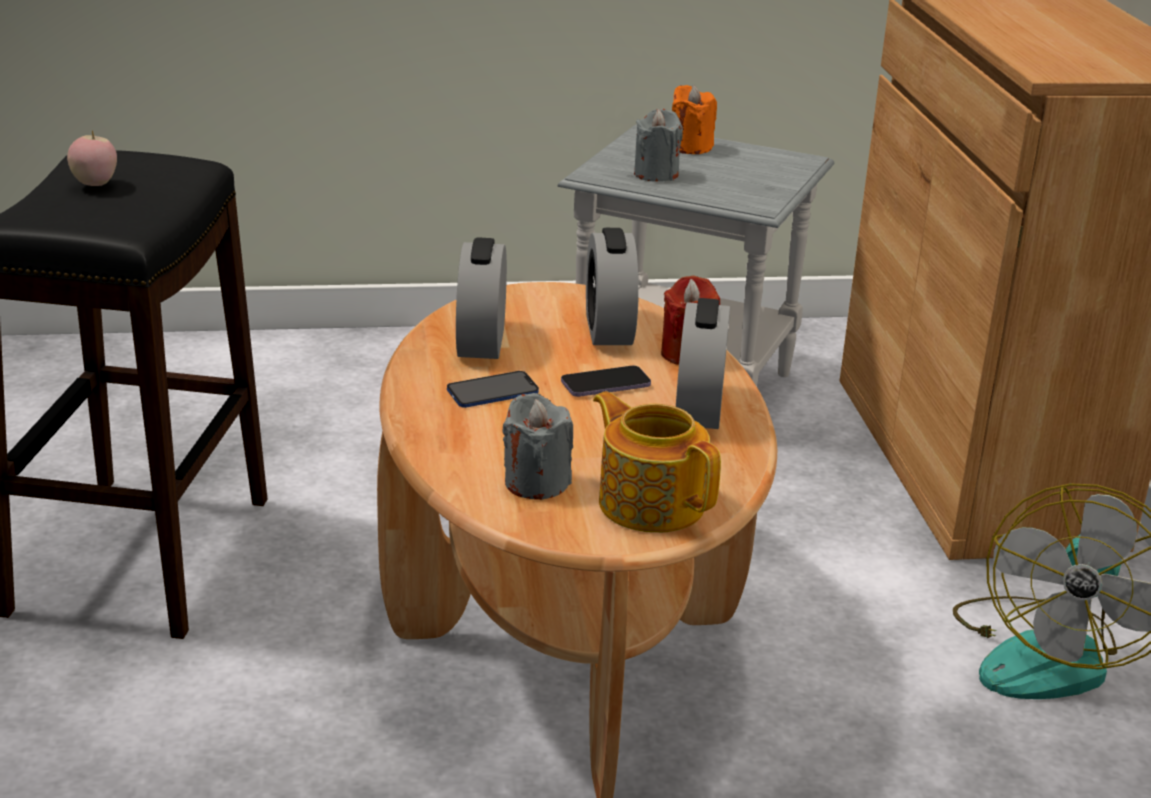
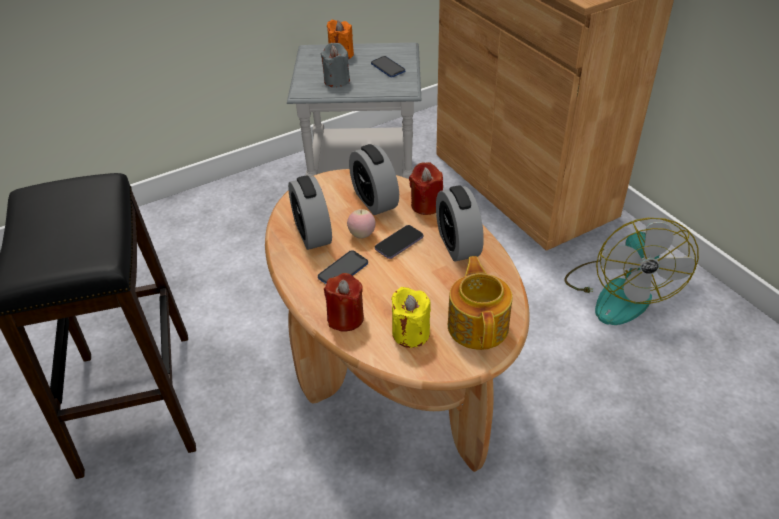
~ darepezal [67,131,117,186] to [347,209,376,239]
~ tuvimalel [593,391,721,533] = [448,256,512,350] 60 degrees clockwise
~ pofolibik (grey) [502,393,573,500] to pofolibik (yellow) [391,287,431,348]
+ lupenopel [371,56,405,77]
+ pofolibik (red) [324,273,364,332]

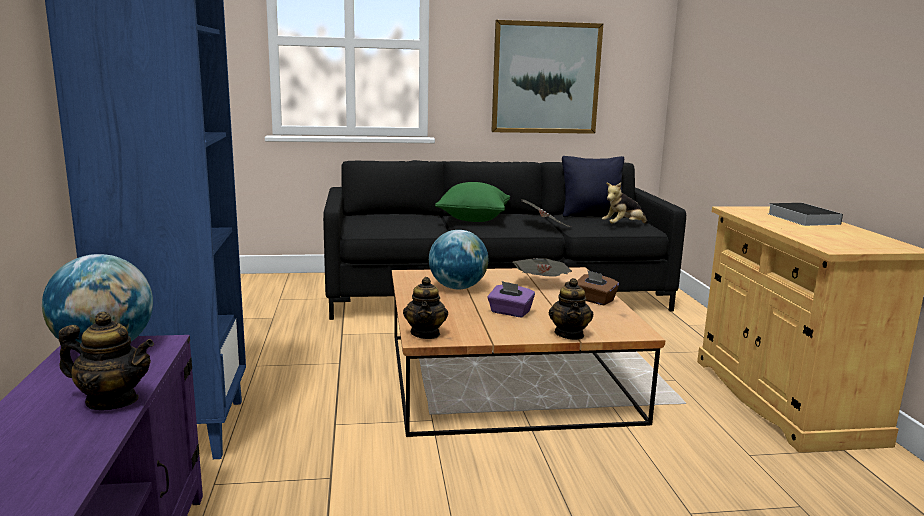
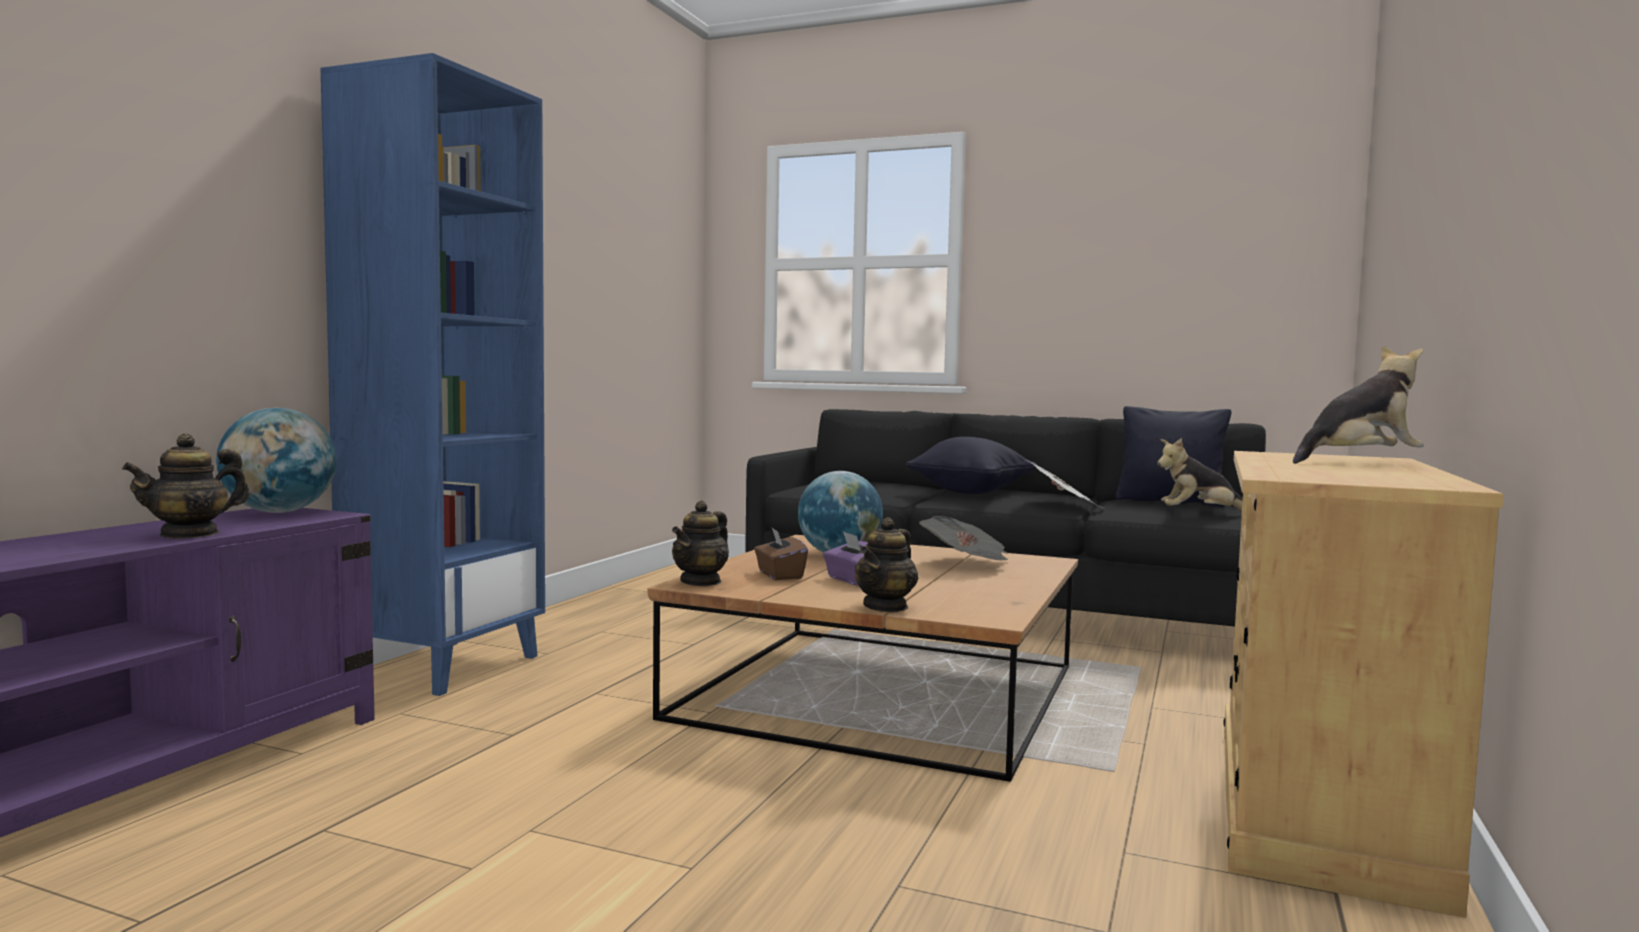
- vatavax [491,20,603,134]
~ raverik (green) [435,182,510,222] to raverik (black) [906,437,1037,494]
~ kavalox [767,203,843,226] to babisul [1293,345,1424,464]
~ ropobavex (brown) [577,270,619,305] to [754,528,808,580]
~ tuvimalel [59,312,154,410] = [122,433,250,539] 90 degrees clockwise

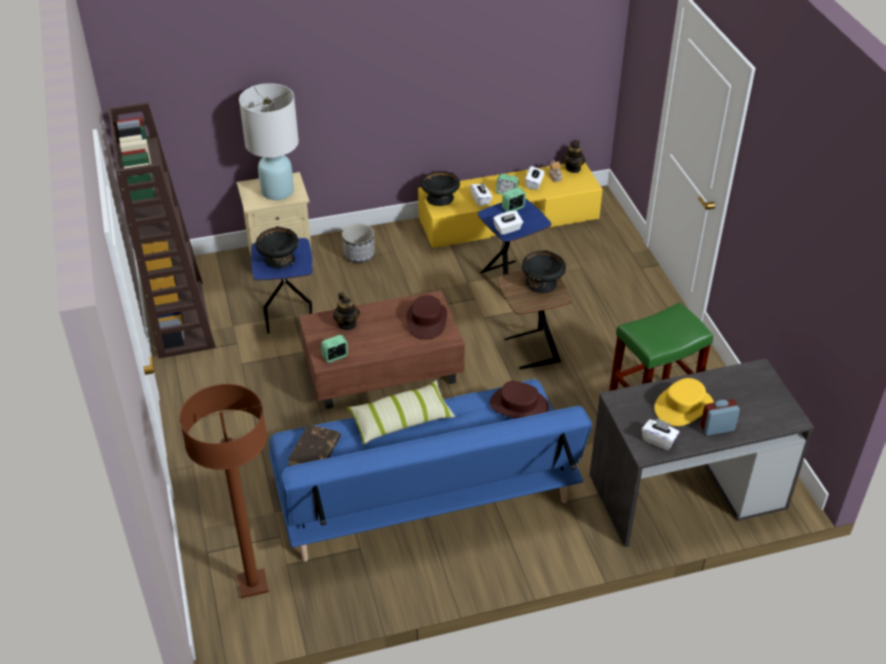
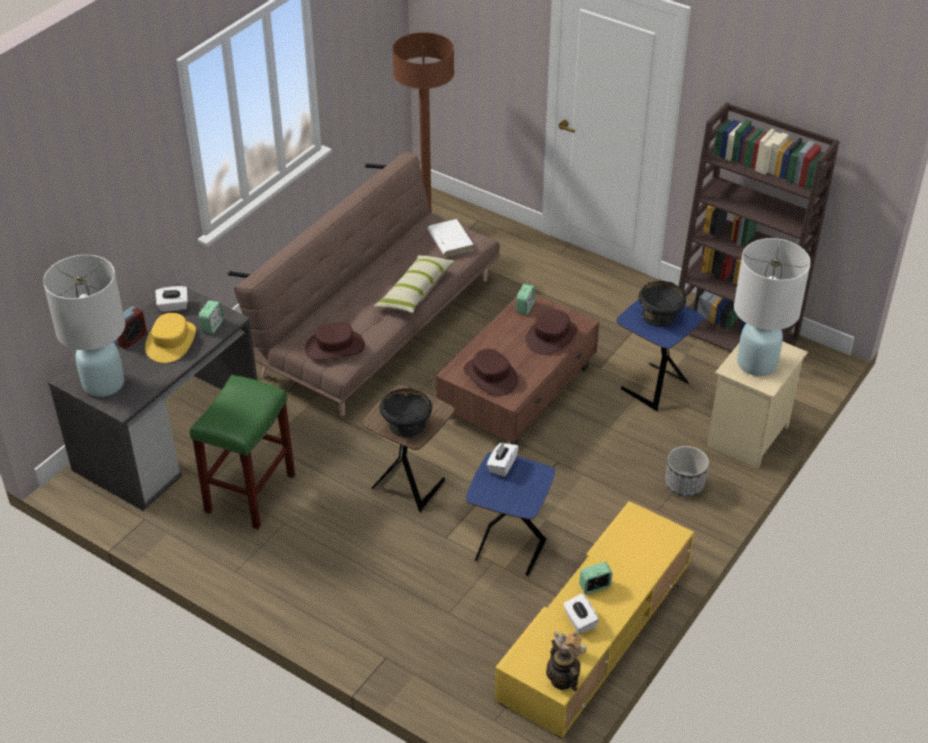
- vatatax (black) [421,171,460,206]
- ropobavex (white) [470,181,492,206]
~ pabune [502,187,526,212] to [199,300,224,333]
~ tuvimalel [333,292,360,330] to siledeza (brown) [526,310,578,355]
~ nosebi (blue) [269,379,592,562] to nosebi (brown) [228,152,500,416]
~ kavalox (brown) [288,424,341,466] to kavalox (white) [428,219,474,257]
+ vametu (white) [43,255,125,397]

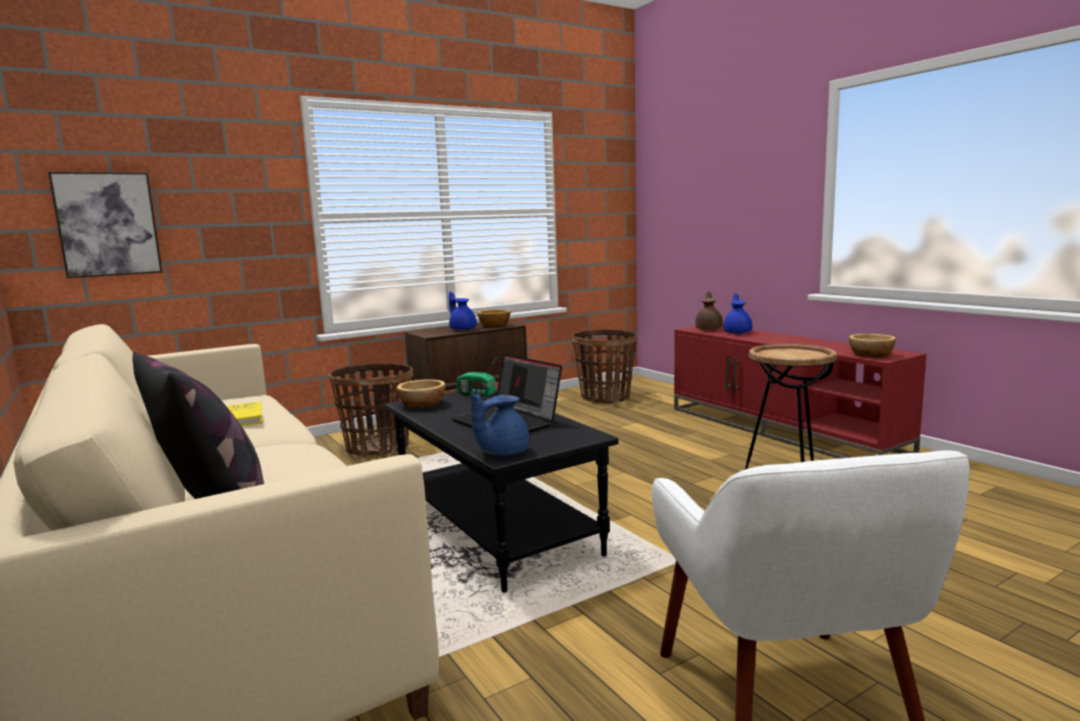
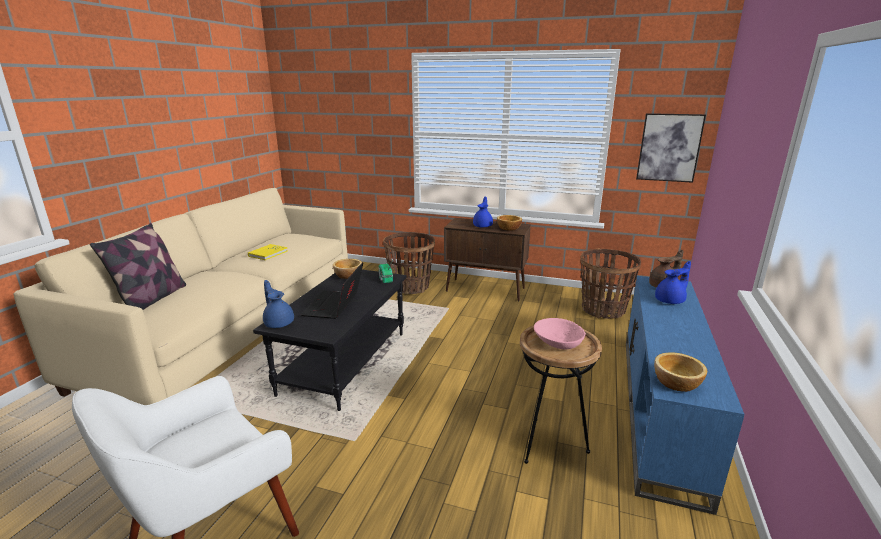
~ vatavax [48,172,162,278] to [636,113,706,183]
~ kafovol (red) [674,326,926,459] to kafovol (blue) [626,276,744,515]
~ tuvimalel (blue) [471,394,529,456] = [263,280,294,328] 45 degrees clockwise
+ vatatax (pink) [534,318,586,349]

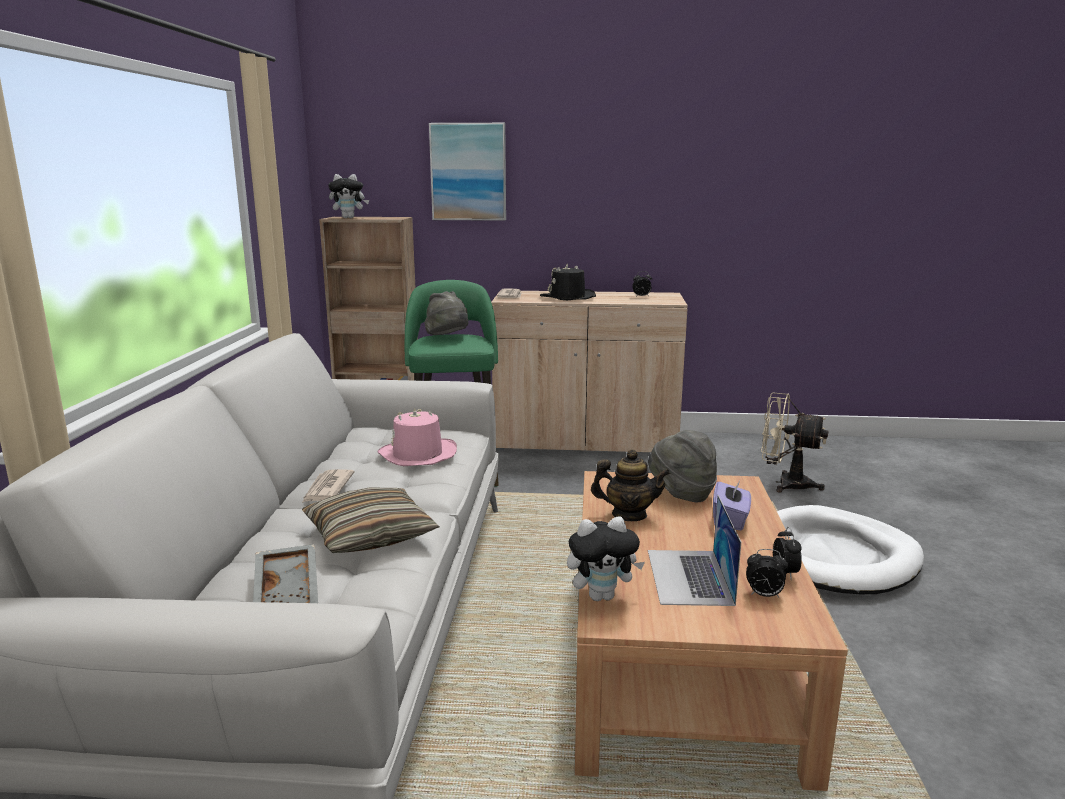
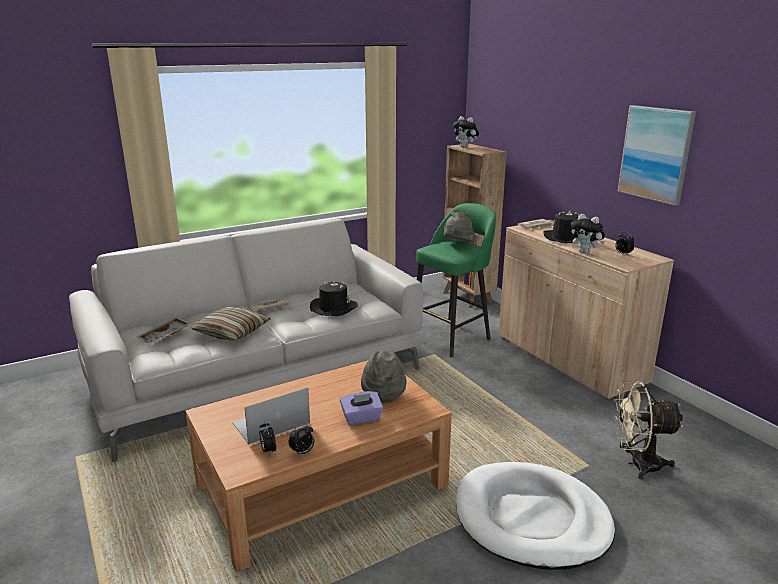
~ vatavax [429,123,506,221] to [617,105,696,206]
~ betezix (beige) [761,392,829,493] = [613,381,683,479] 75 degrees counterclockwise
~ siledeza (pink) [378,408,457,466] to siledeza (black) [310,280,358,316]
- tuvimalel [591,449,670,521]
~ babisul [567,517,645,601] to [571,214,605,254]

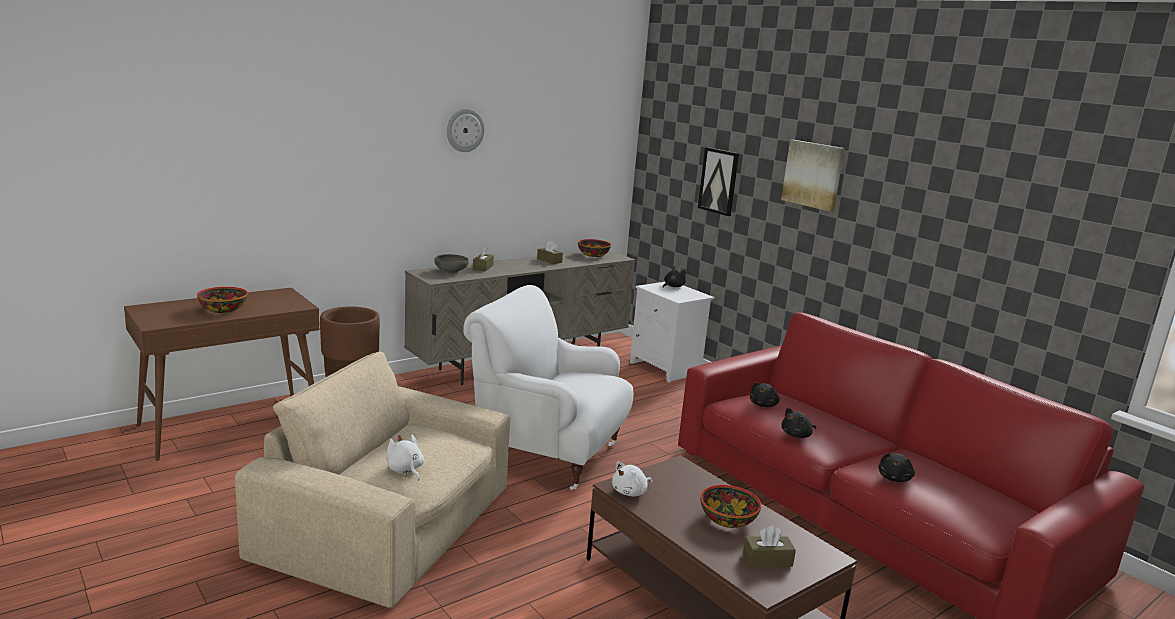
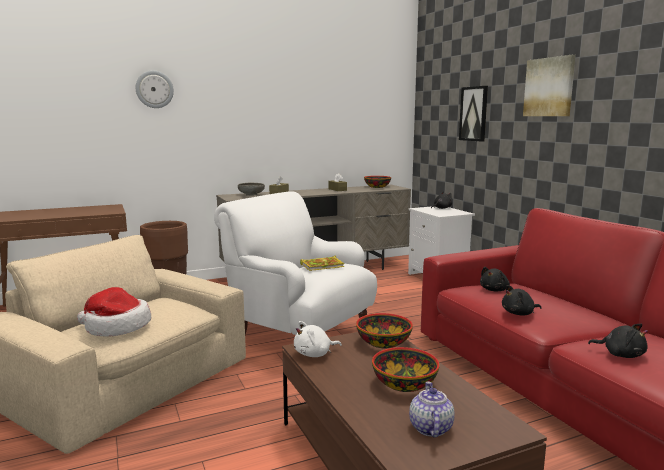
~ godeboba [447,109,485,152] to [136,71,174,108]
~ vatatax [197,287,248,313] to [356,313,413,348]
~ babisul (white) [386,434,424,480] to siledeza [77,287,151,337]
~ babisul (black) [878,453,915,482] = [588,324,648,358] 90 degrees counterclockwise
~ ropobavex (brown) [743,525,796,567] to tuvimalel [409,381,455,438]
+ kavalox [300,256,344,271]

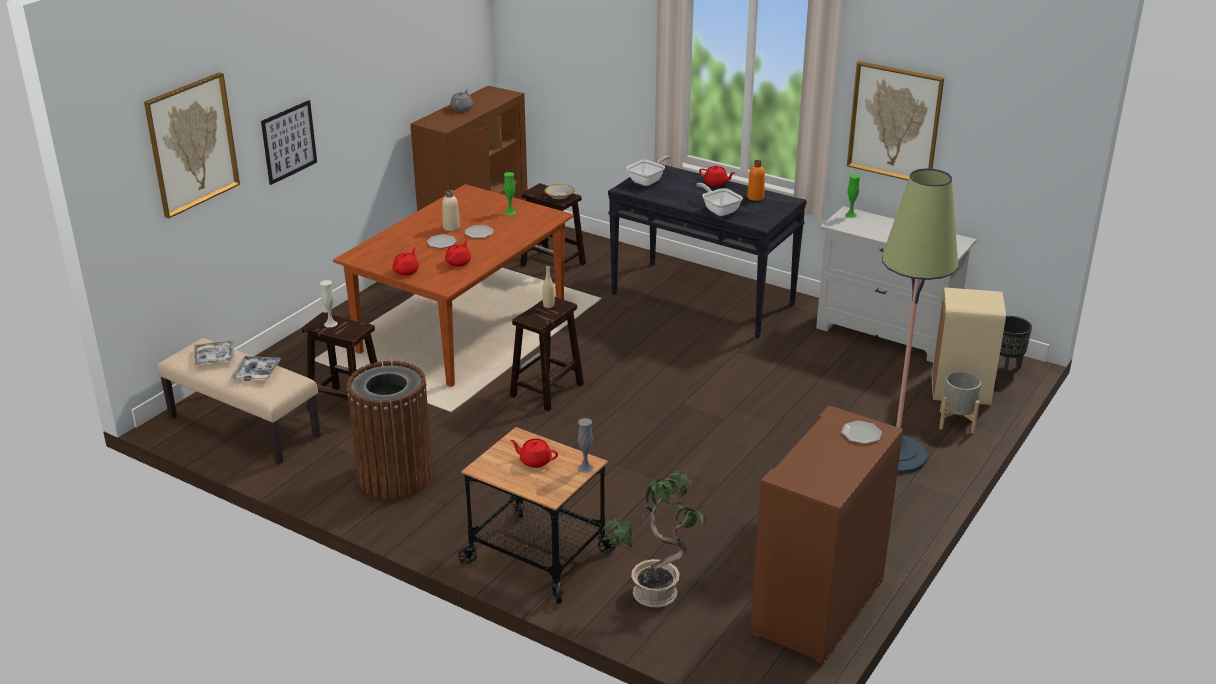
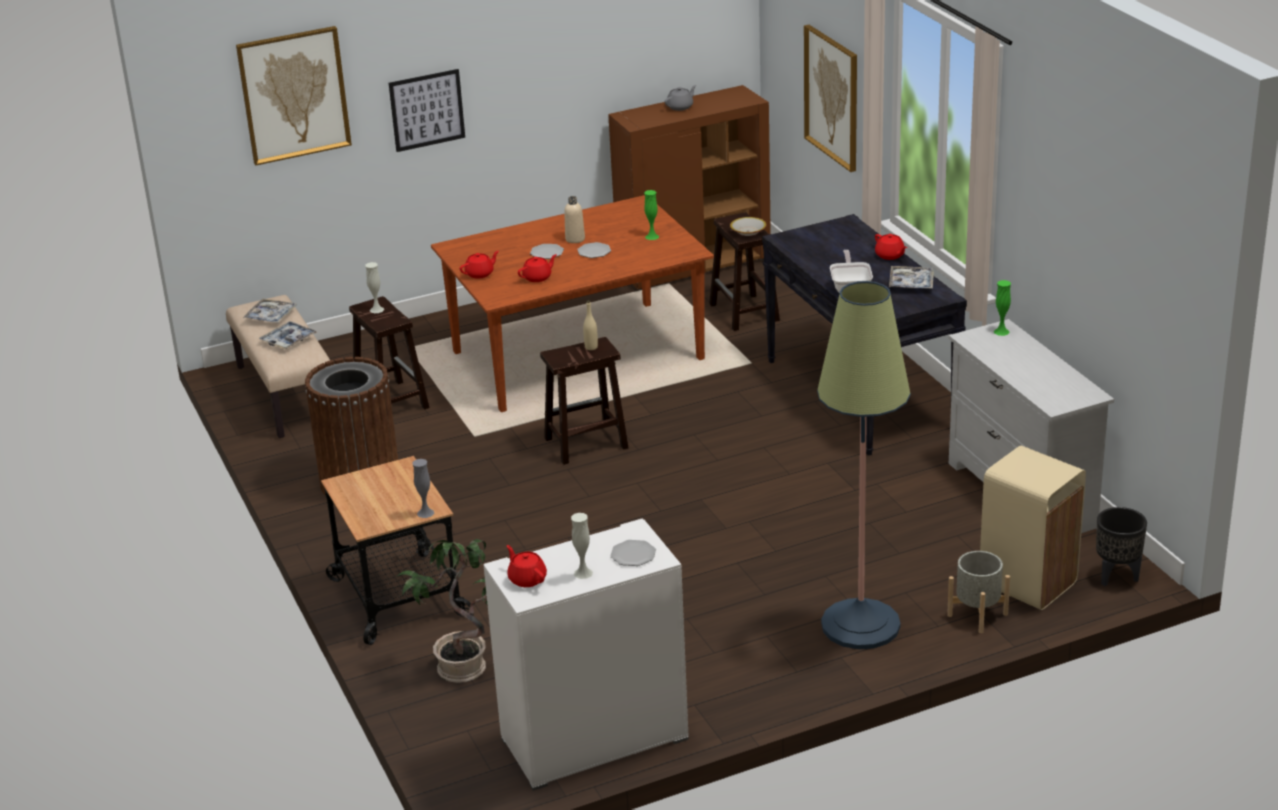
~ vatavax [847,61,944,180] to [804,25,857,172]
- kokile [627,155,671,186]
~ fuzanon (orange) [747,160,765,201] to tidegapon [889,266,934,289]
~ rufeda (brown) [750,406,903,665] to rufeda (white) [483,518,689,791]
~ tuvimalel (red) [510,439,558,468] to [507,545,547,587]
+ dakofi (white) [571,513,593,579]

